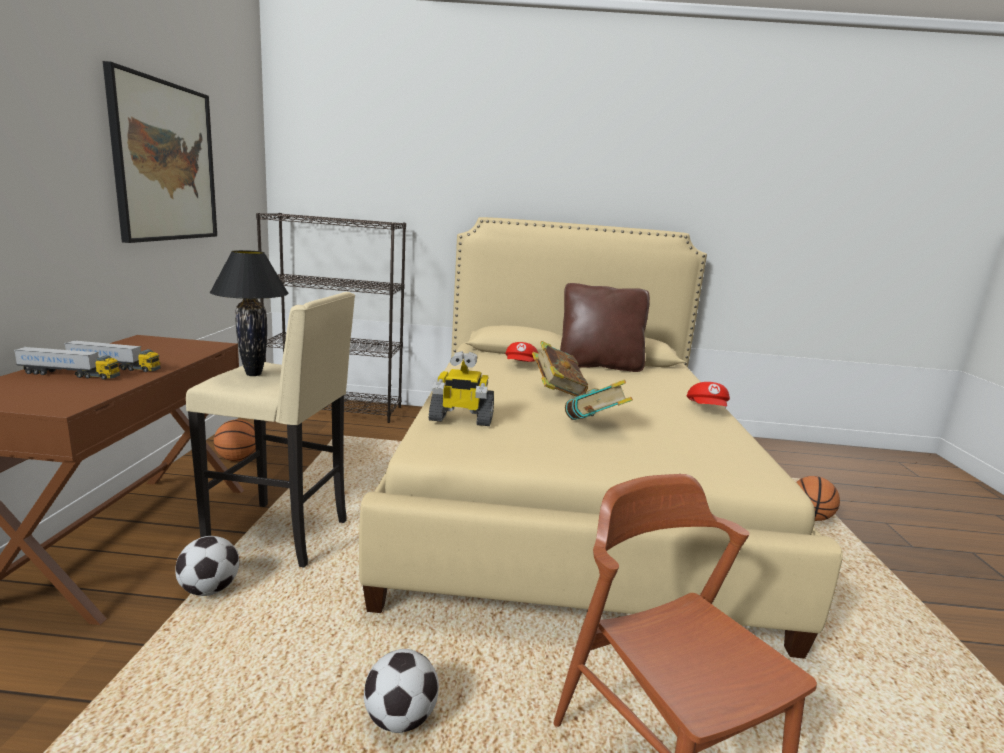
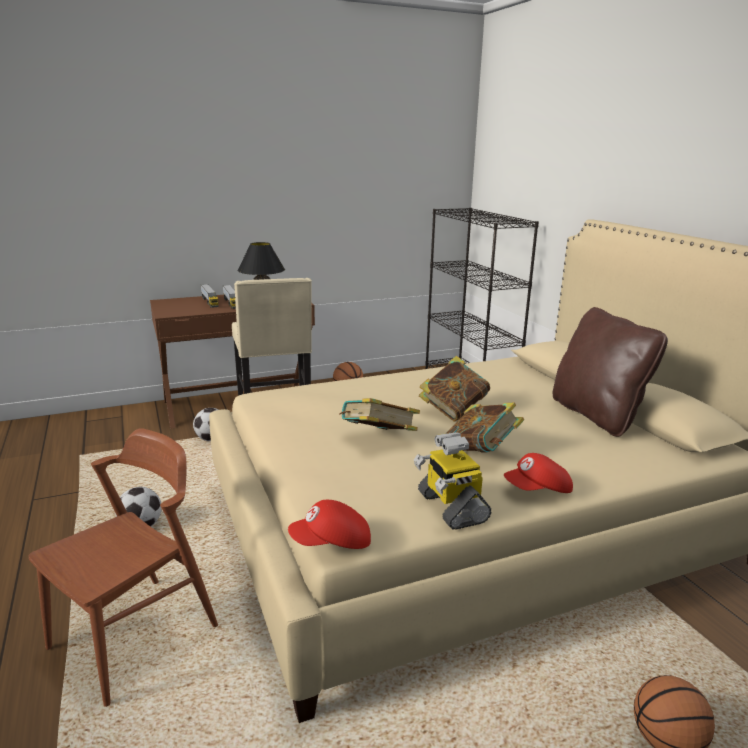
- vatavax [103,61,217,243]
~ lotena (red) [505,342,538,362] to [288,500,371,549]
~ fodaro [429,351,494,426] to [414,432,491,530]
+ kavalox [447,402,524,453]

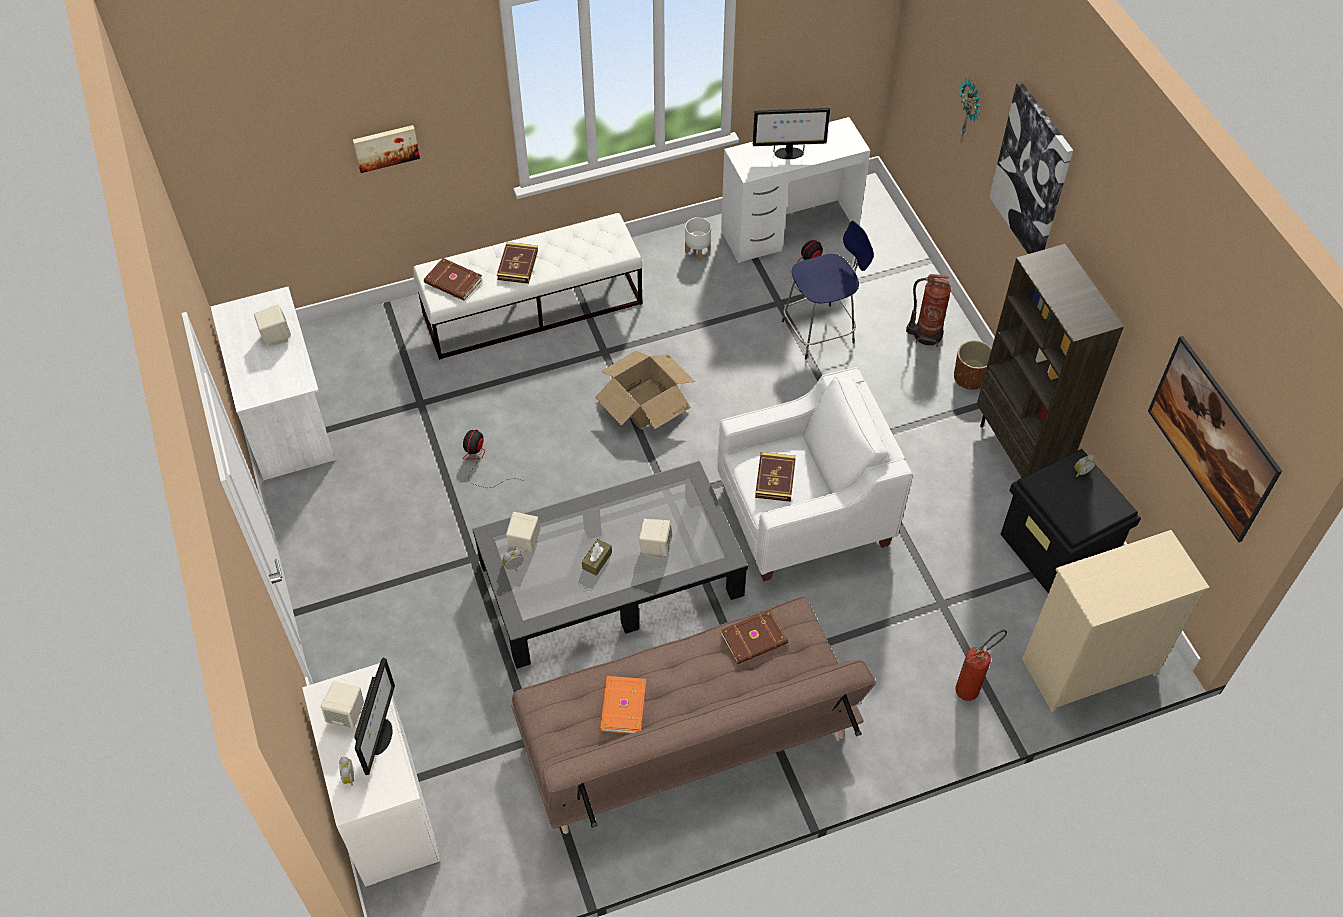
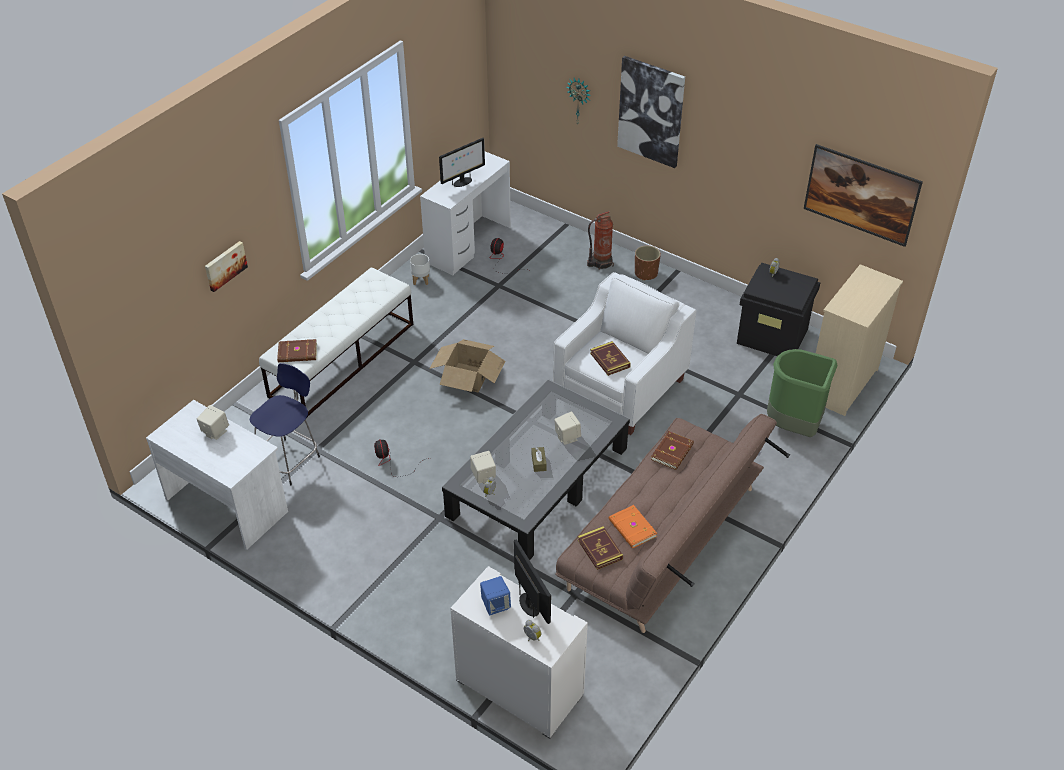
~ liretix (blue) [782,221,874,359] to [250,363,320,486]
~ kavalox [497,242,538,284] to [578,526,623,570]
- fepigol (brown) [977,244,1124,478]
~ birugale [955,630,1007,701] to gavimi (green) [767,349,838,437]
~ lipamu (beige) [321,681,364,728] to lipamu (blue) [480,576,511,615]

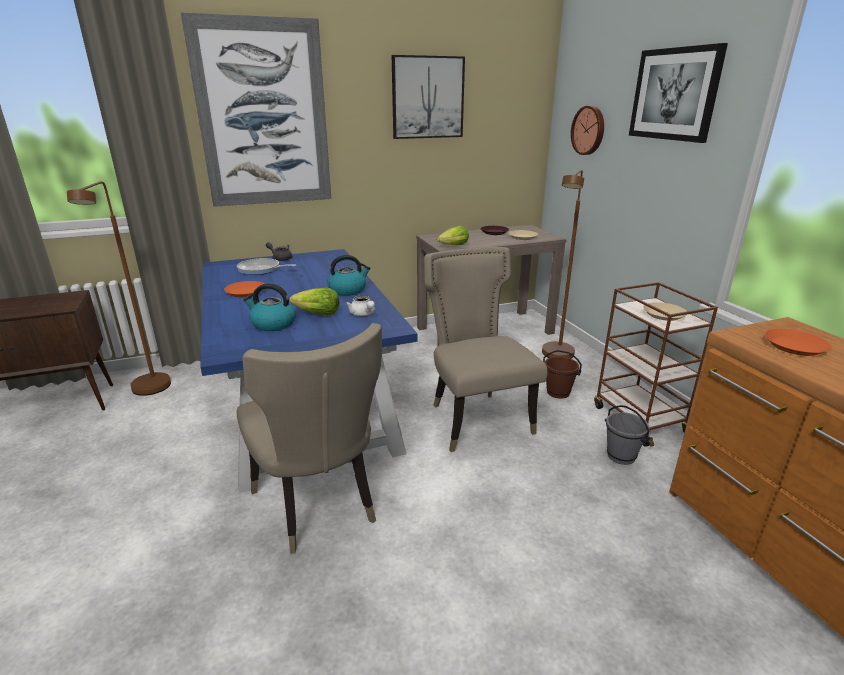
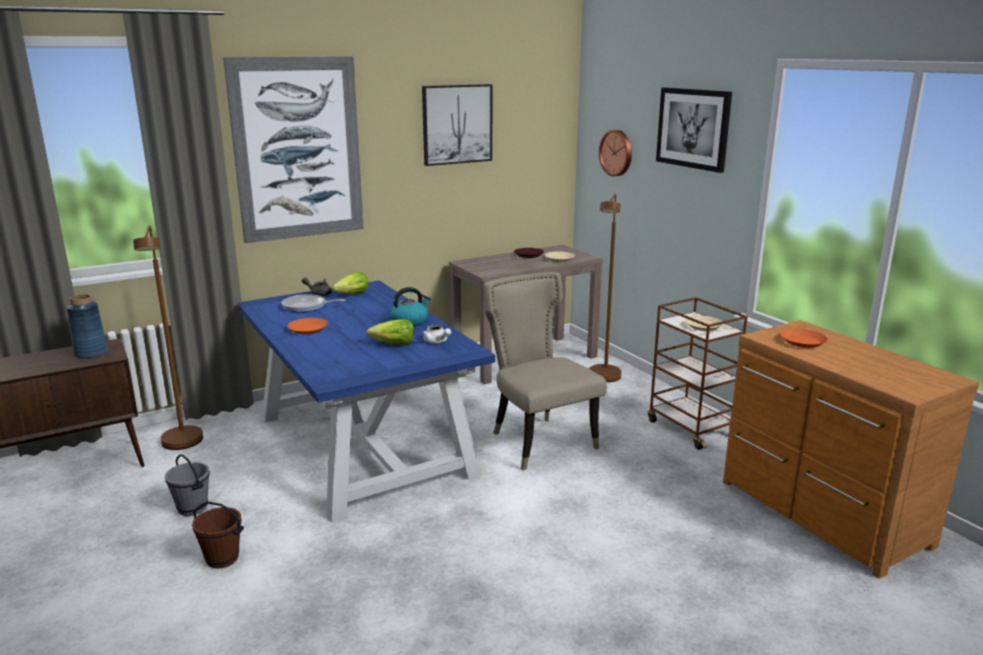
~ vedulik [437,225,469,245] to [332,271,369,294]
- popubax [243,283,296,331]
- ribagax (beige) [237,323,382,554]
~ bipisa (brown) [543,350,582,399] to [192,502,244,569]
~ bipisa (grey) [605,405,650,465] to [165,454,210,516]
+ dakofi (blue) [67,294,108,359]

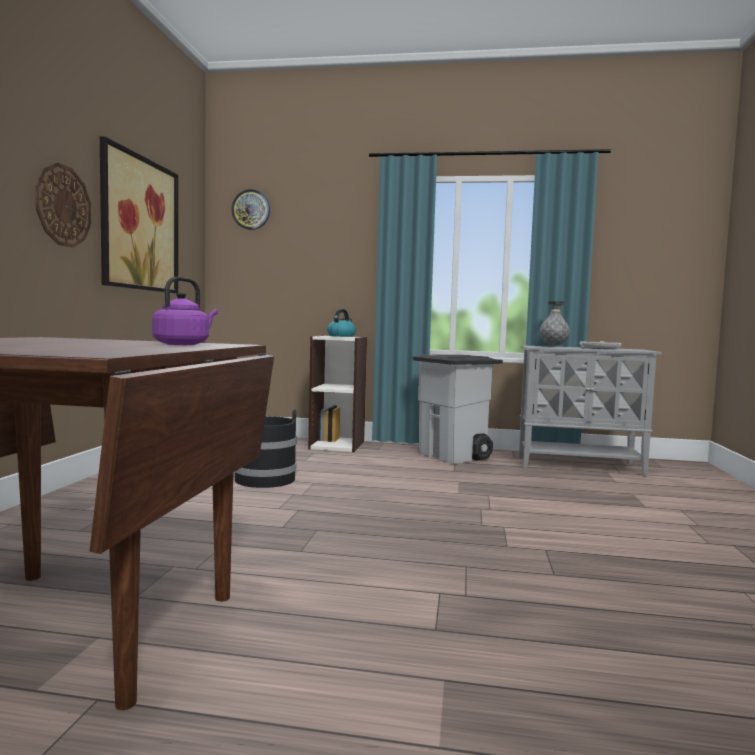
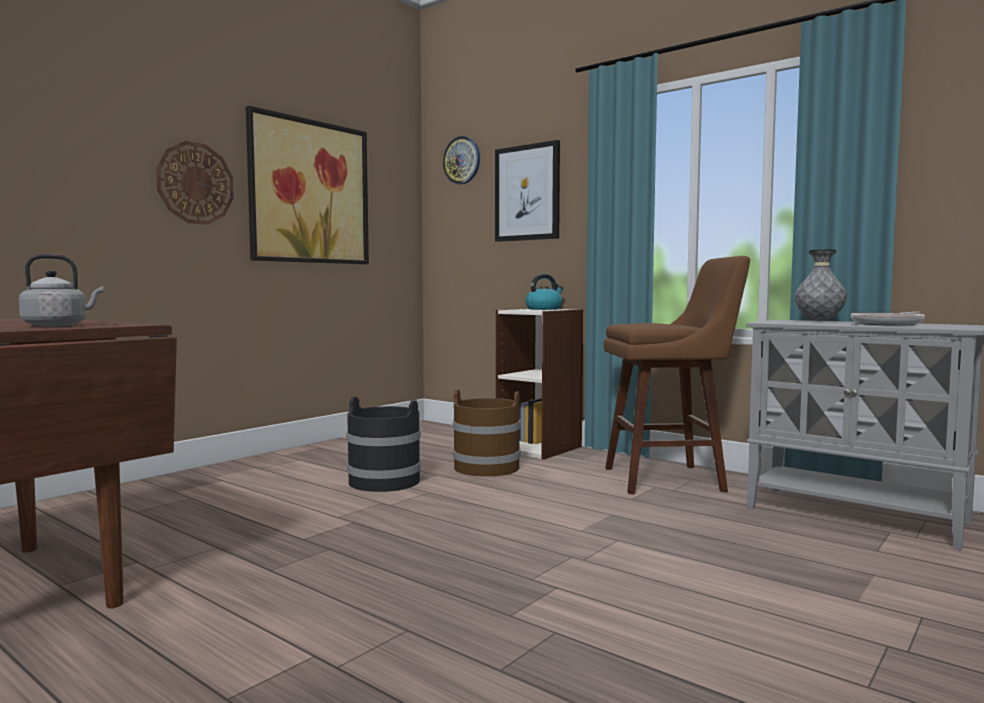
~ popubax (purple) [152,277,218,345] to popubax (grey) [18,254,104,327]
~ gavimi (grey) [413,354,503,464] to liretix (brown) [604,256,750,494]
+ vatavax [495,140,560,242]
+ bipisa (brown) [453,389,521,477]

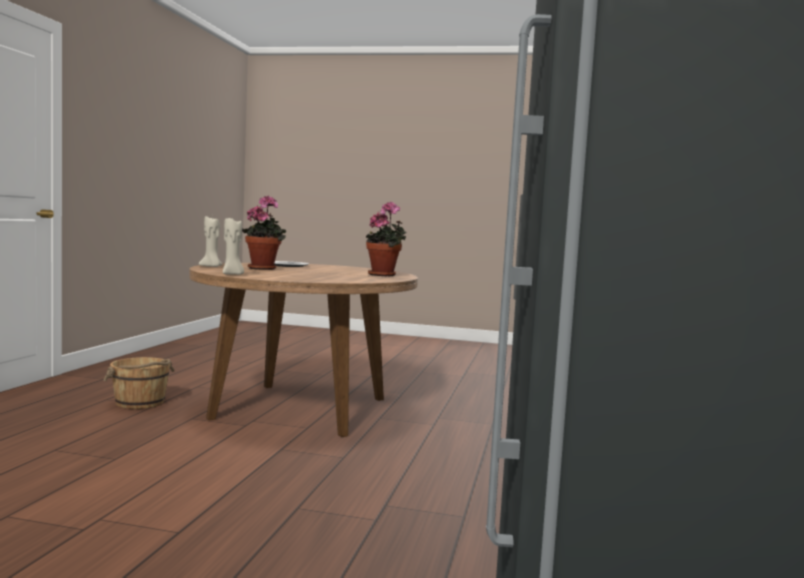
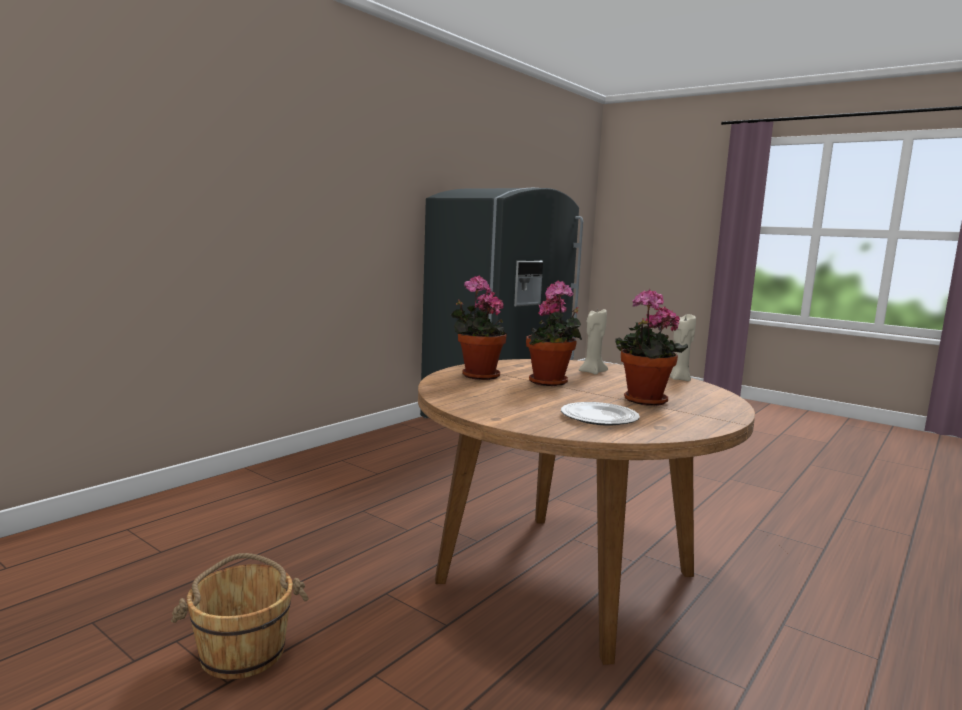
~ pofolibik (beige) [199,216,223,267] to [579,309,608,375]
~ bipisa (brown) [103,357,175,409] to [171,553,309,679]
+ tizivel [526,281,582,386]

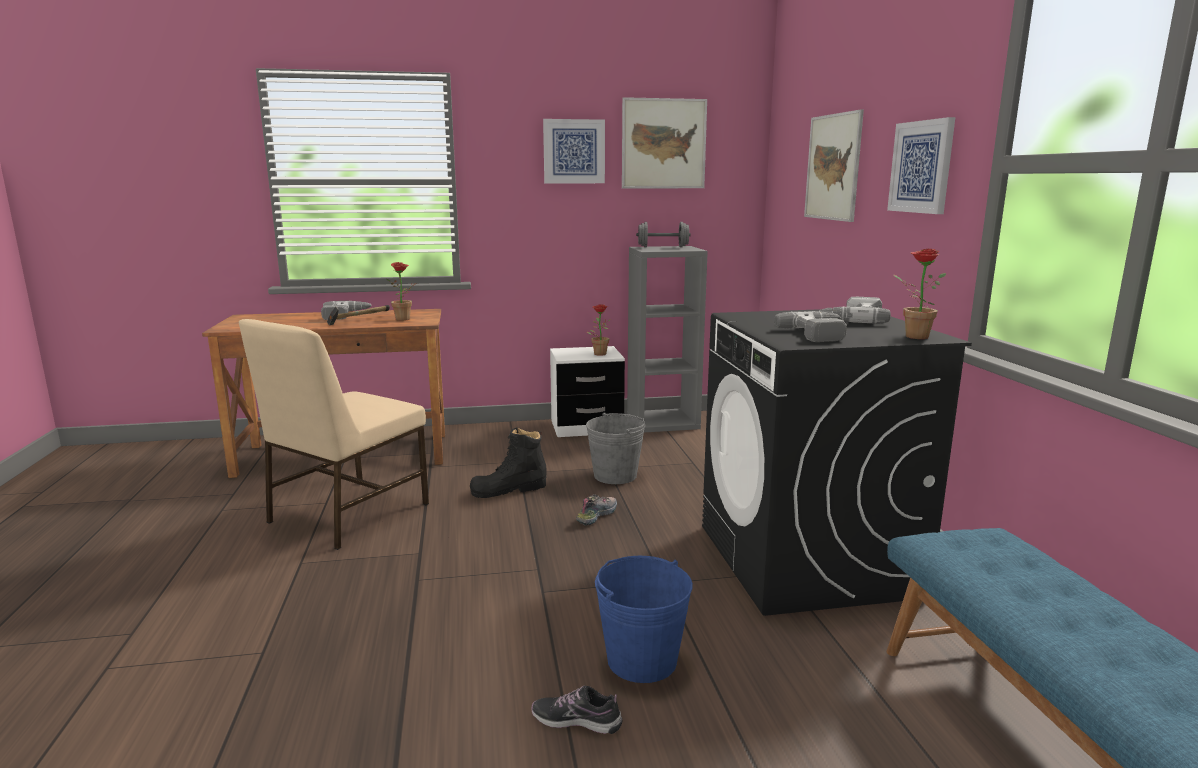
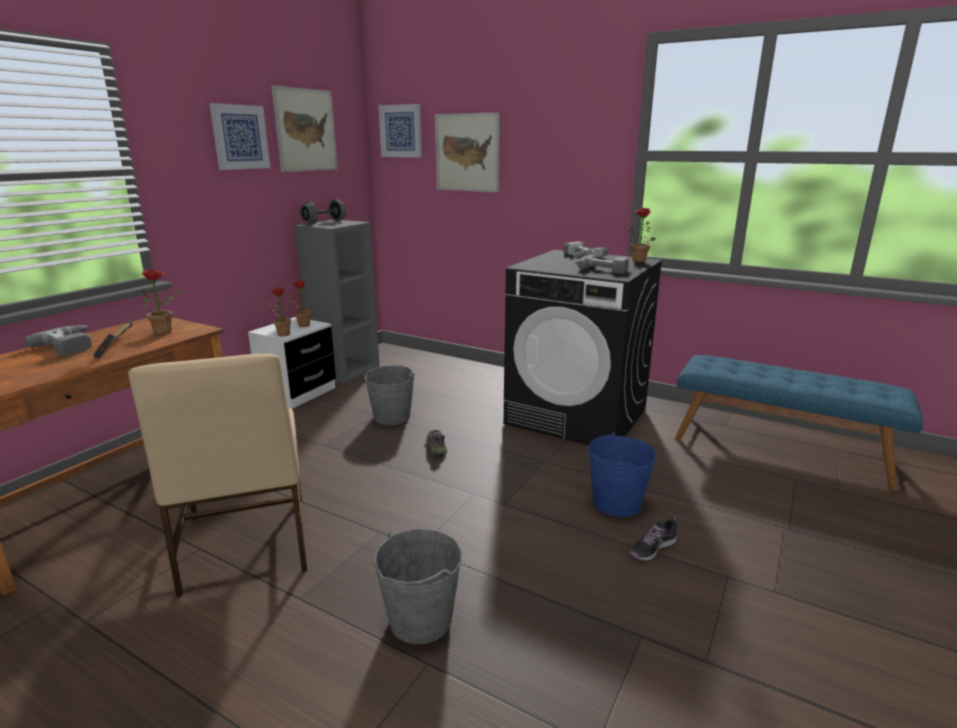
~ vatavax [887,117,955,214] to [378,104,422,157]
- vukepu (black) [470,427,547,498]
+ tizivel [265,287,291,336]
+ bipisa (grey) [373,529,462,645]

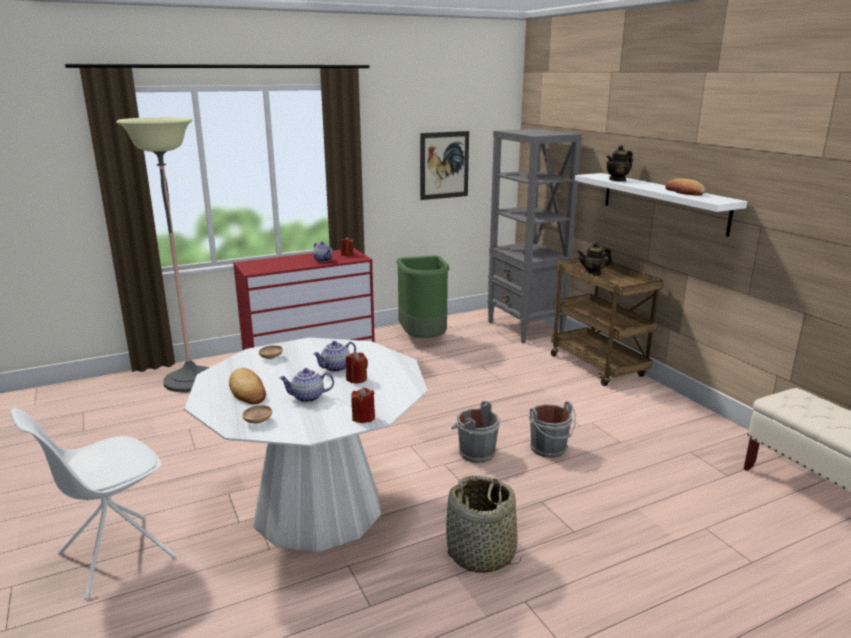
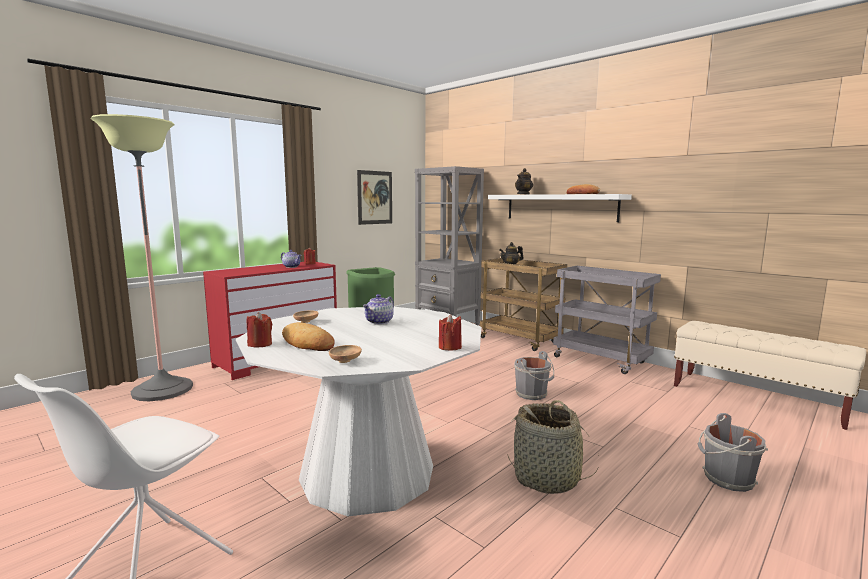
~ pofolibik (red) [346,352,368,383] to [247,312,272,348]
- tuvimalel [279,368,334,402]
~ bipisa (grey) [451,401,500,463] to [698,413,768,492]
+ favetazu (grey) [553,266,661,374]

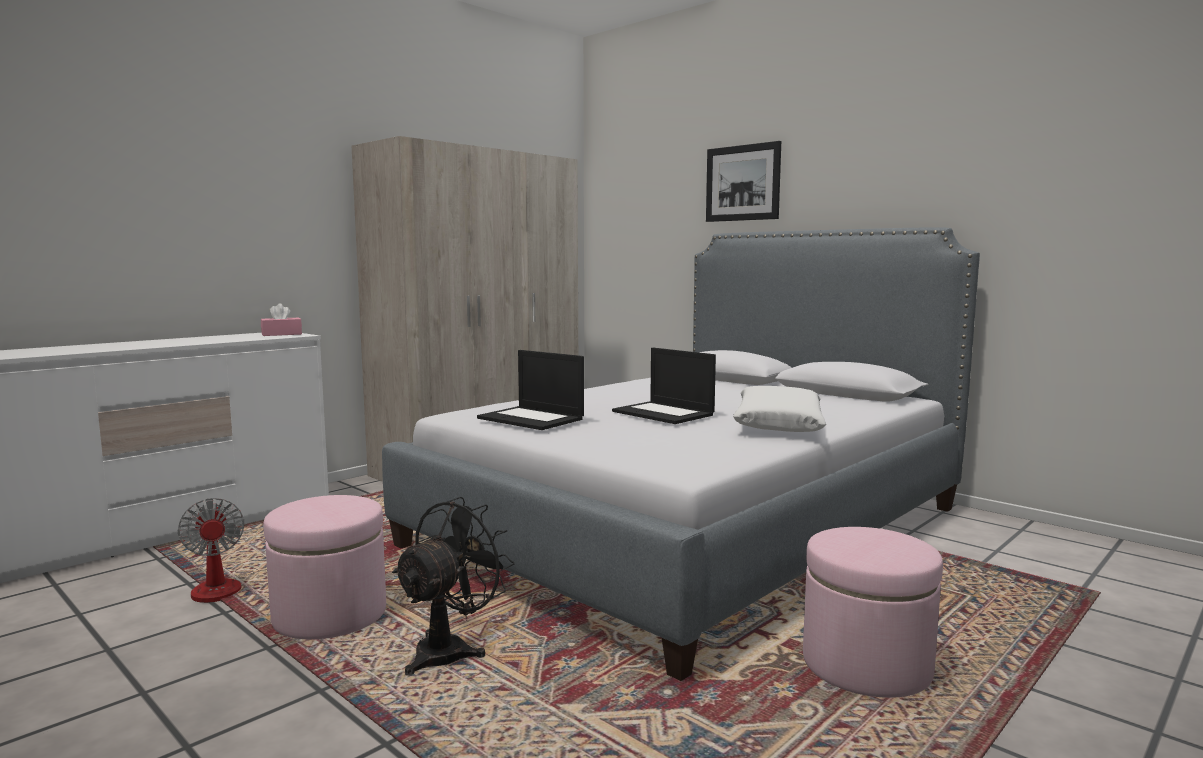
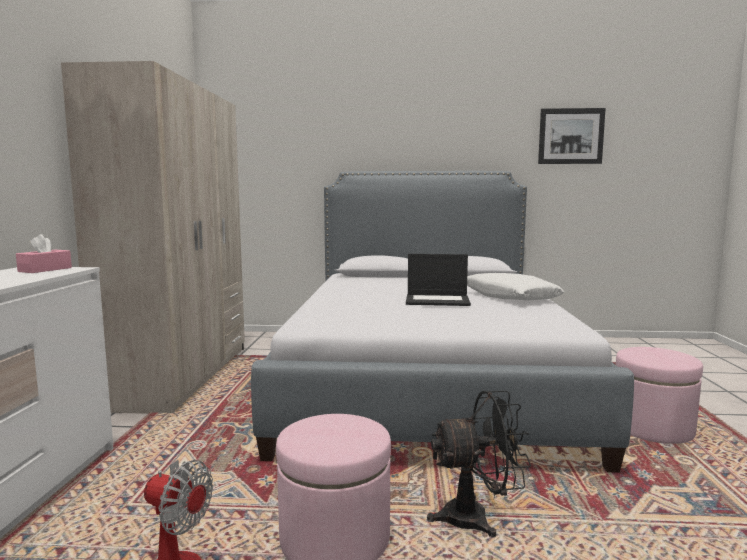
~ vatavax [706,141,781,222] to [538,108,606,164]
- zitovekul [477,350,584,430]
~ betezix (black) [392,497,515,675] = [427,391,531,537] 90 degrees clockwise

